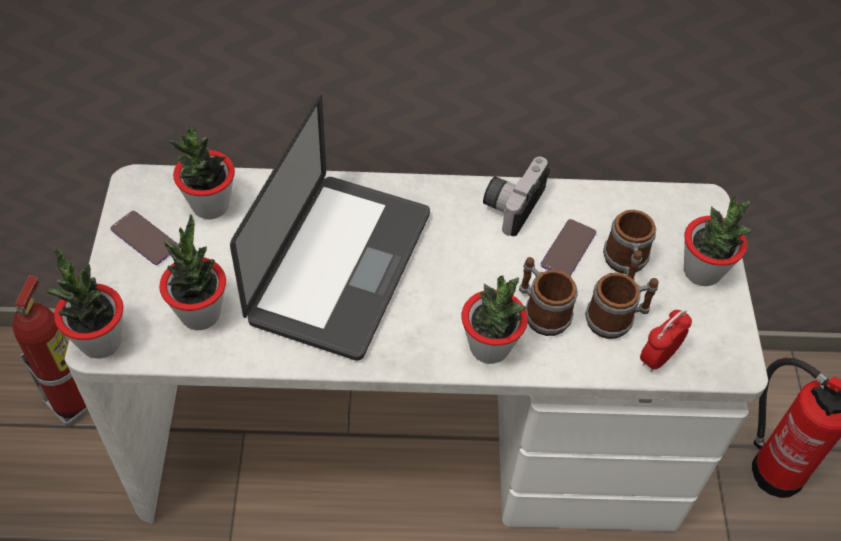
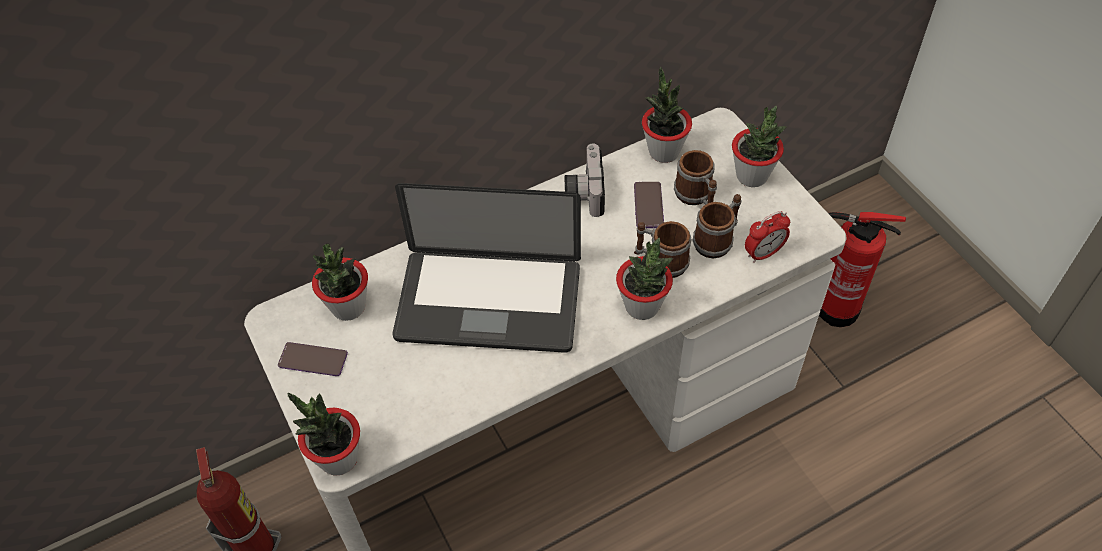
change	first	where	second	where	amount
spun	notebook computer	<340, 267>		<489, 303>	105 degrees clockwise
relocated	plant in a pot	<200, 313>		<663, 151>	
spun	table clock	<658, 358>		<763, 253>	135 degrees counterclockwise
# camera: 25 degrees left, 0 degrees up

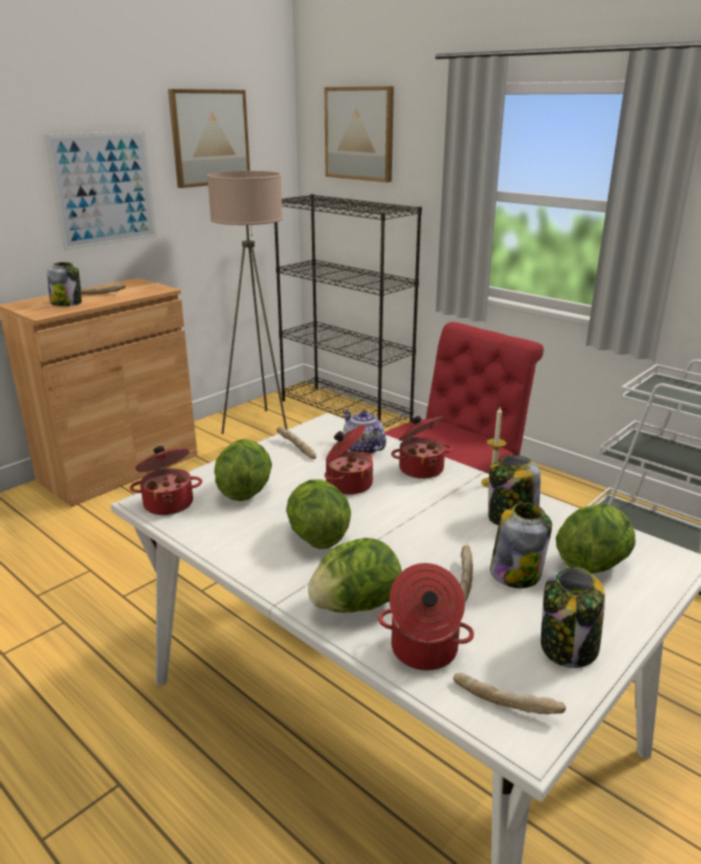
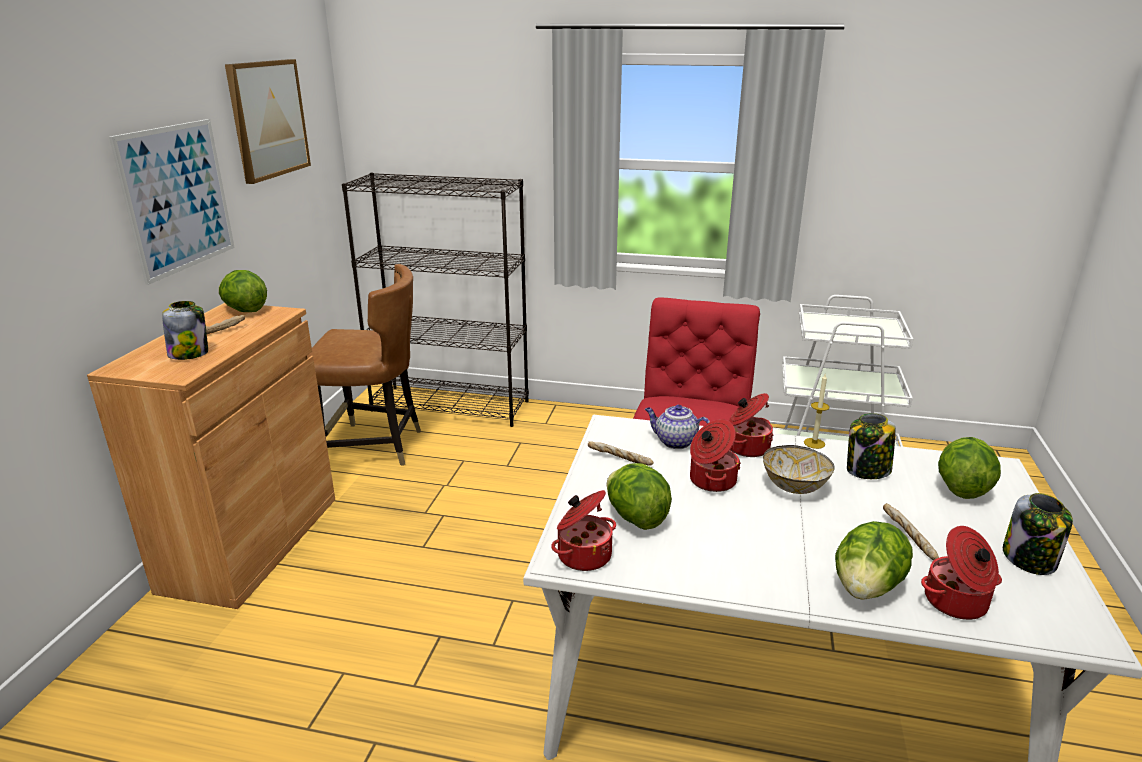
change	first	where	second	where	amount
relocated	lettuce head	<316, 537>		<245, 310>	
exchanged	beige standard lamp	<259, 426>	brown chair	<373, 446>	
appeared			bowl	<794, 486>	
missing	wall art	<359, 134>			
missing	baked bread	<506, 701>			
missing	storage jar	<516, 573>			
# camera: 30 degrees left, 0 degrees up

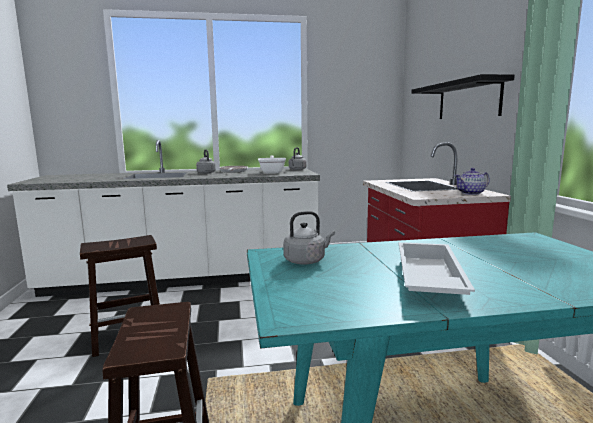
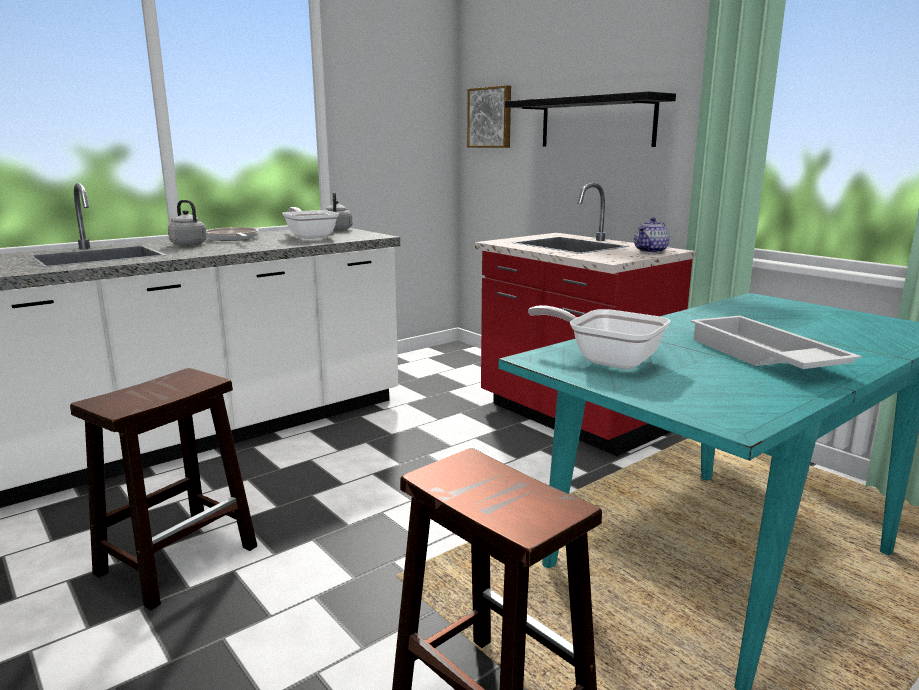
change	first	where	second	where	amount
appeared			wall art	<490, 117>	
exchanged	grey tea kettle	<306, 261>	pan	<607, 359>	
# camera: 30 degrees left, 5 degrees up

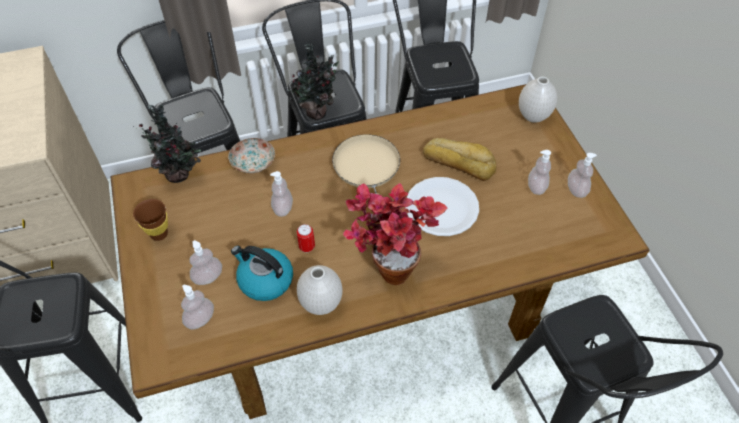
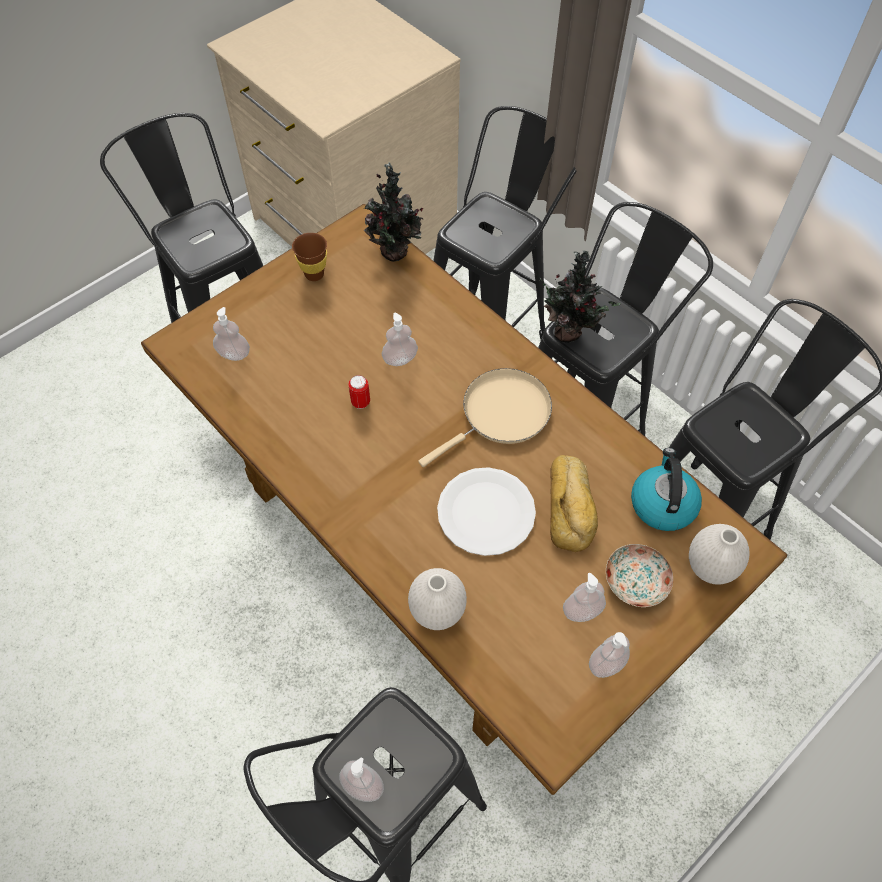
change	first	where	second	where	amount
relocated	soap dispenser	<208, 277>		<362, 785>	
relocated	white flower vase	<321, 304>		<436, 612>	
relocated	dinner plate	<253, 162>		<637, 581>	
relocated	tea kettle	<265, 280>		<662, 503>	
missing	plant in a pot	<387, 266>			
# camera: 65 degrees right, 5 degrees up

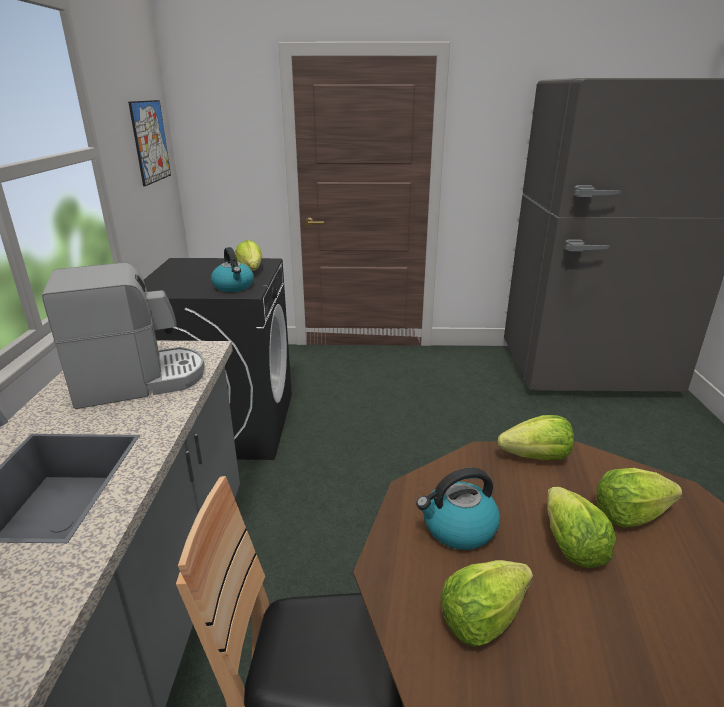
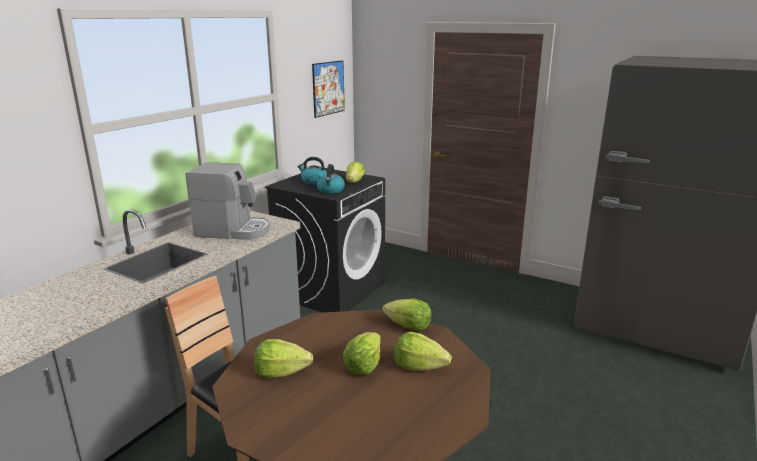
change	first	where	second	where	amount
relocated	tea kettle	<458, 528>		<314, 181>	
# camera: 30 degrees right, 5 degrees down

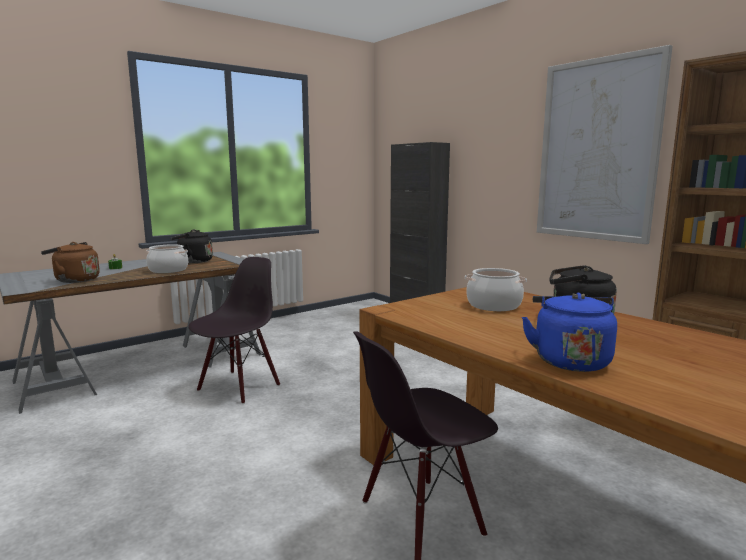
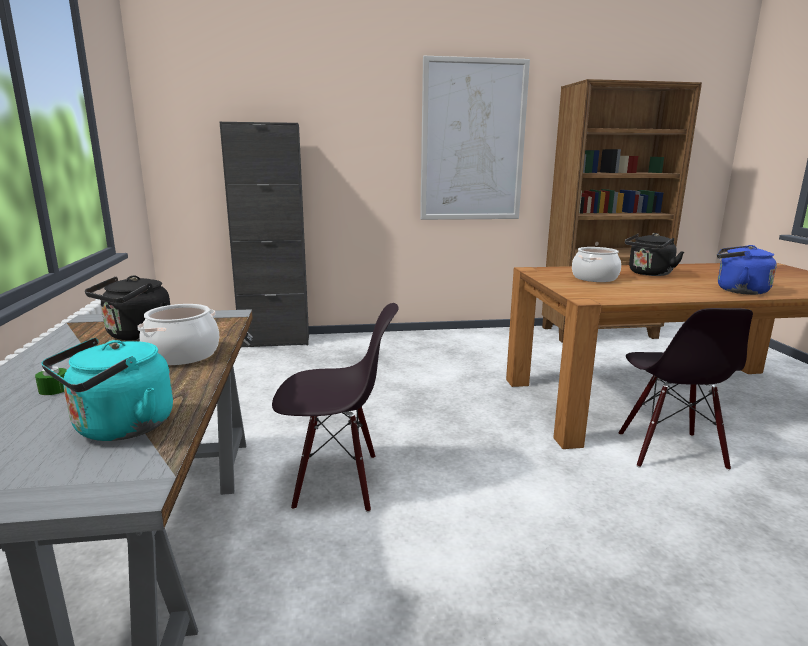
change	first	where	second	where	amount
colour	brown tea kettle	<74, 280>	turquoise tea kettle	<119, 428>	
spun	blackish chair	<238, 387>		<336, 482>	120 degrees clockwise
# camera: 60 degrees left, 5 degrees up

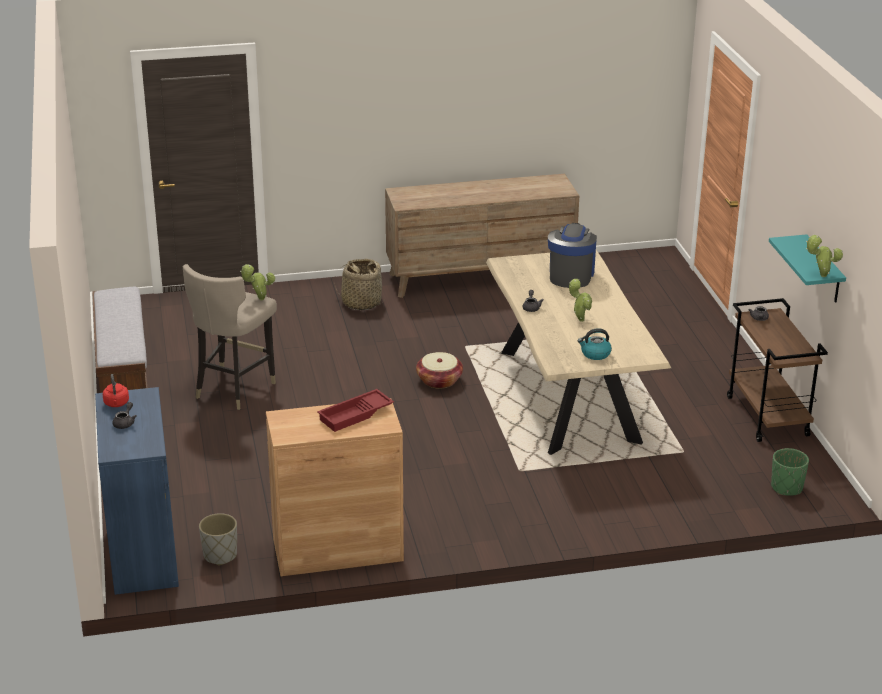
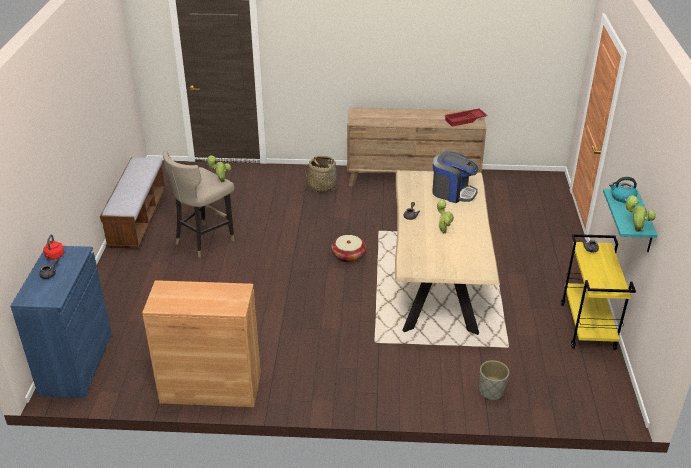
change	first	where	second	where	amount
spun	coffee brewer	<570, 275>		<452, 192>	90 degrees clockwise
relocated	reddish serving tray	<355, 415>		<465, 120>	
relocated	grey plant pot	<220, 555>		<491, 391>	
colour	brown wheeled cart	<768, 417>	yellow-coloured wheeled cart	<588, 326>	
relocated	tea kettle	<595, 354>		<622, 197>	
missing	green plant pot	<786, 487>			
# camera: 15 degrees right, 5 degrees up

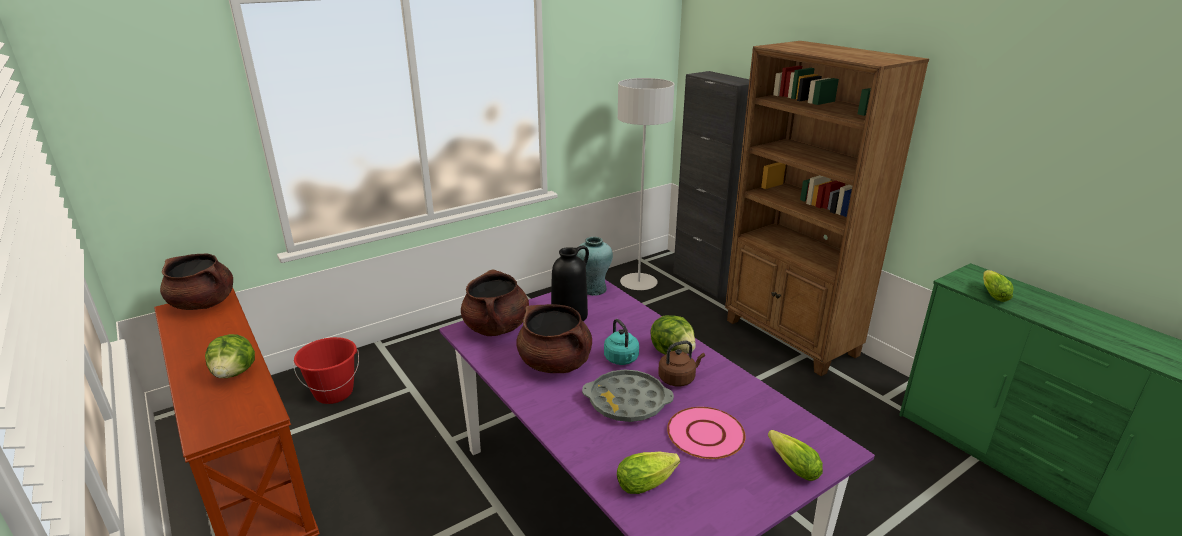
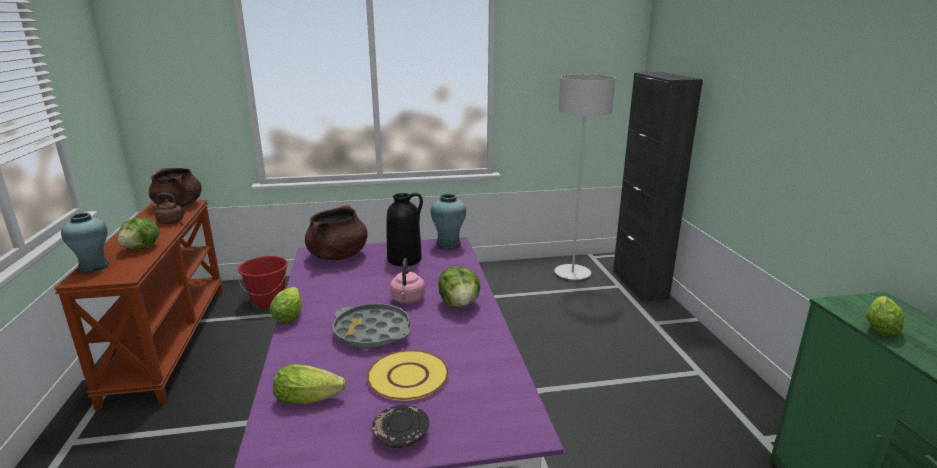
change	first	where	second	where	amount
appeared			turquoise flower vase	<94, 267>	
relocated	brown tea kettle	<678, 379>		<172, 222>	
relocated	lettuce head	<790, 464>		<290, 314>	
colour	pink-coloured dinner plate	<705, 434>	yellow-coloured dinner plate	<407, 377>	
appeared			blackish dinner plate	<401, 434>	
colour	turquoise tea kettle	<622, 360>	pink-coloured tea kettle	<407, 300>	
missing	brown saucepot	<555, 363>			
missing	brown shelving unit	<790, 338>			
# camera: 25 degrees right, 5 degrees down

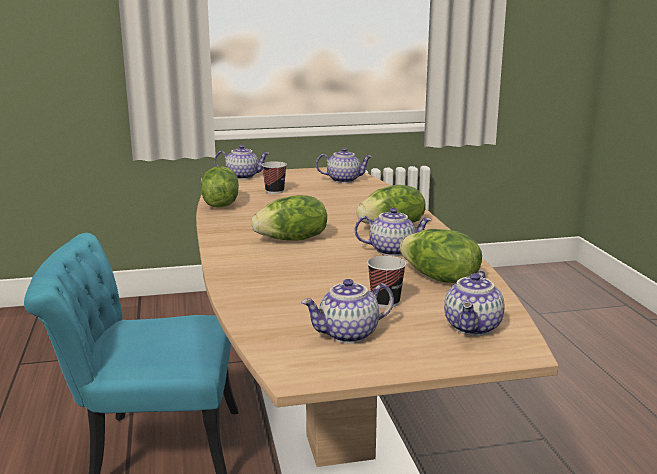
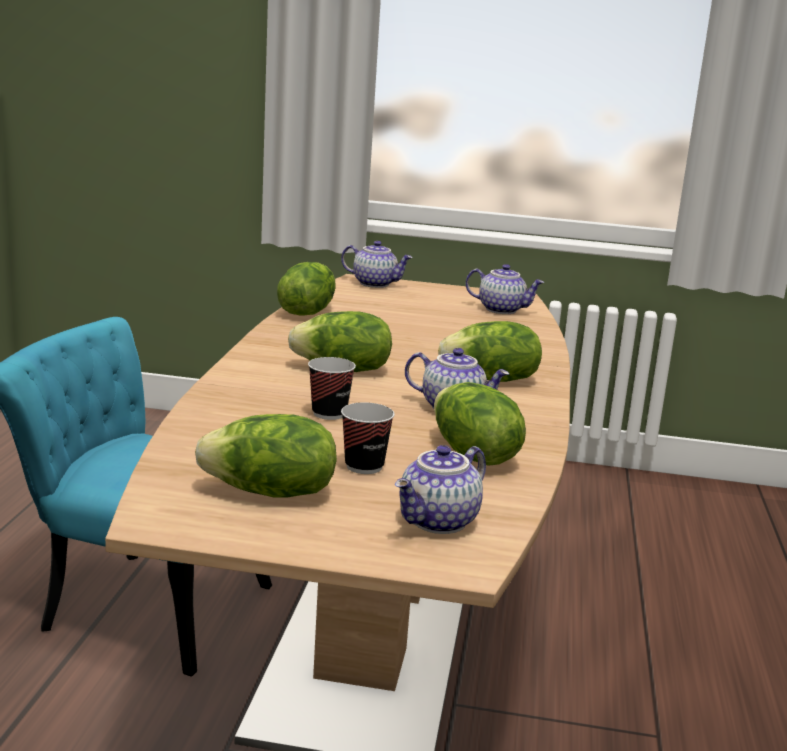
change	first	where	second	where	amount
exchanged	pot for tea	<348, 335>	lettuce head	<270, 493>	
relocated	small cup	<274, 191>		<329, 413>	
# camera: 20 degrees right, 0 degrees up

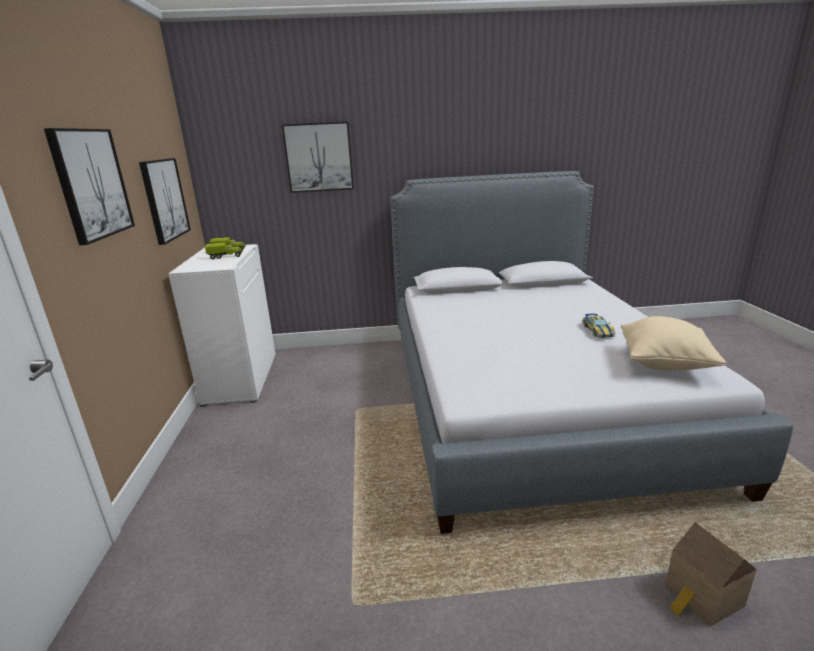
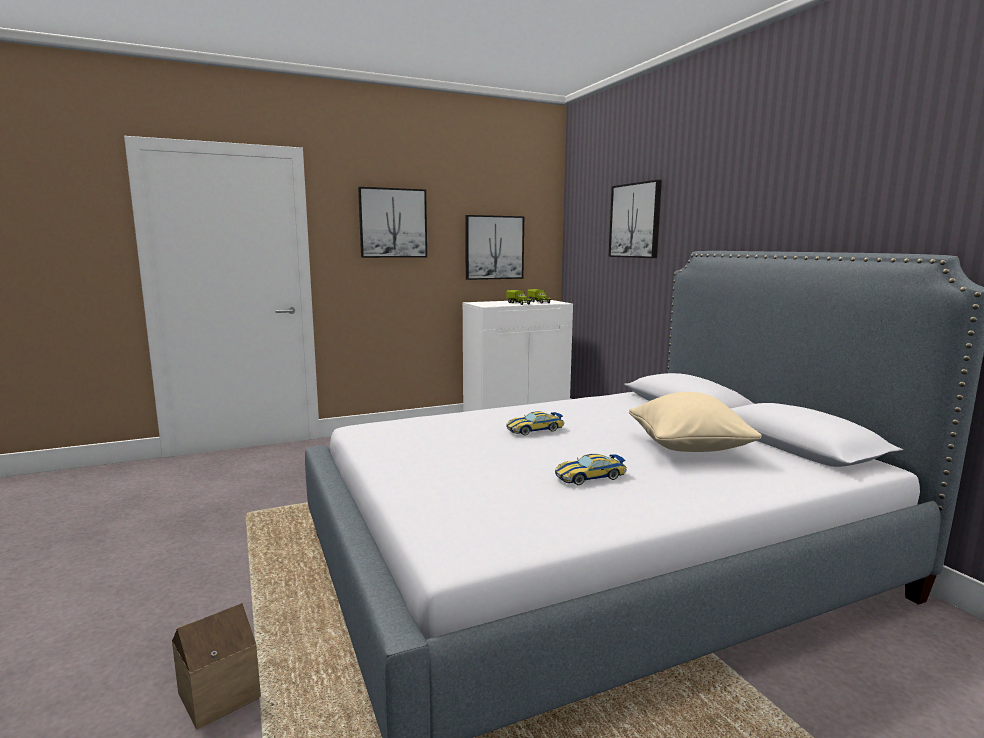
change	first	where	second	where	amount
appeared			miniature car	<535, 429>	
relocated	beige cushion	<664, 364>		<688, 449>	
# camera: 70 degrees right, 10 degrees down

